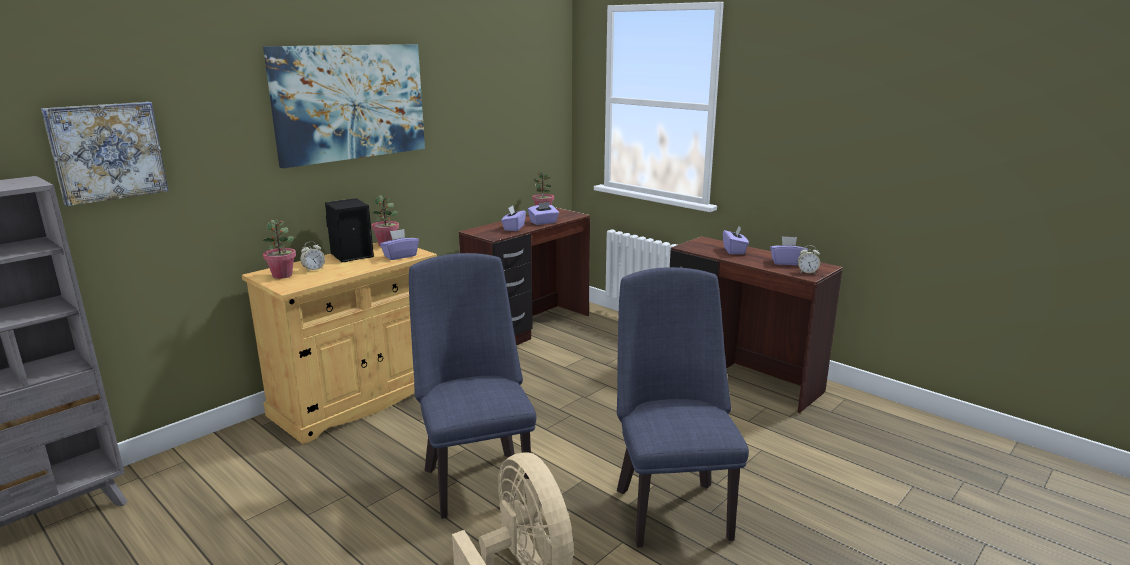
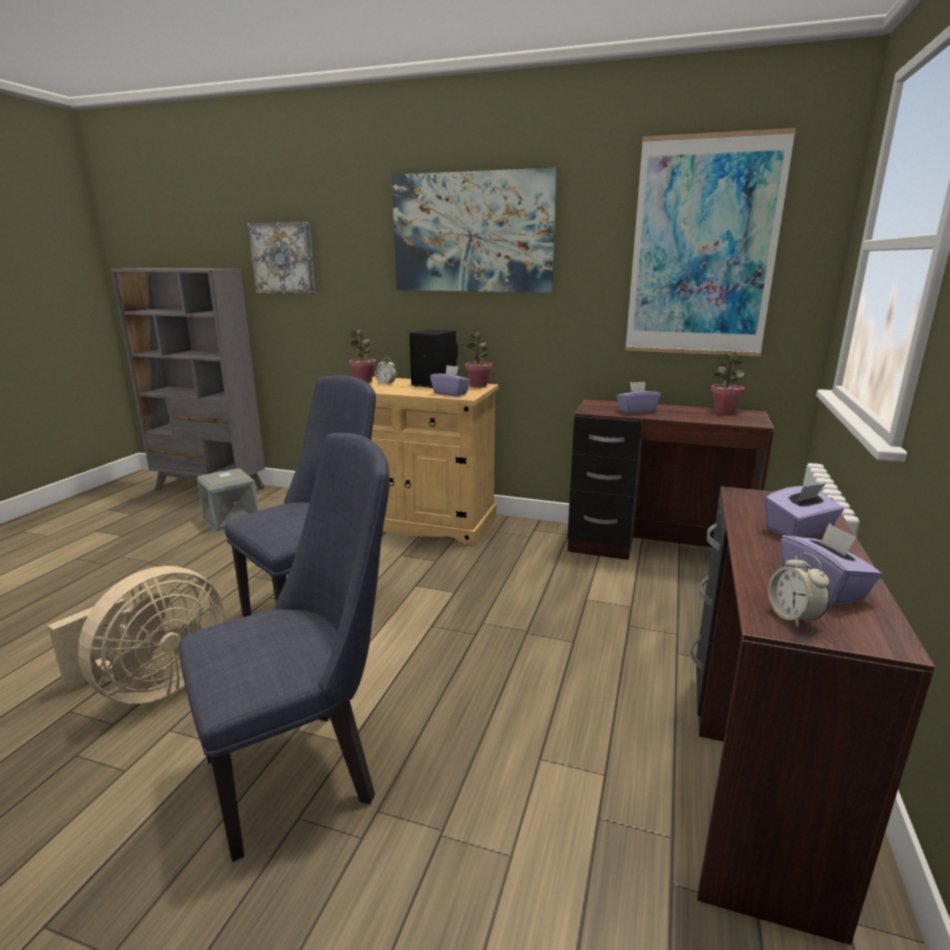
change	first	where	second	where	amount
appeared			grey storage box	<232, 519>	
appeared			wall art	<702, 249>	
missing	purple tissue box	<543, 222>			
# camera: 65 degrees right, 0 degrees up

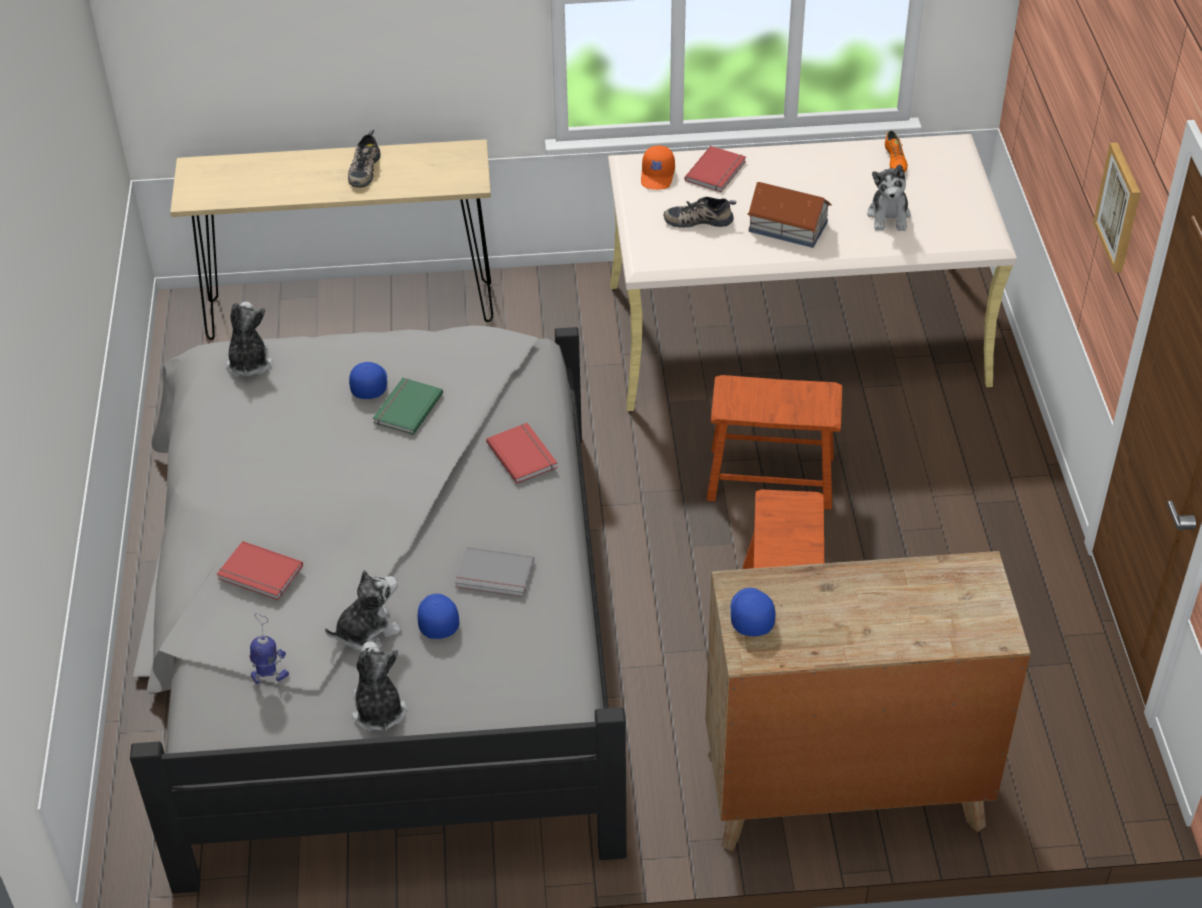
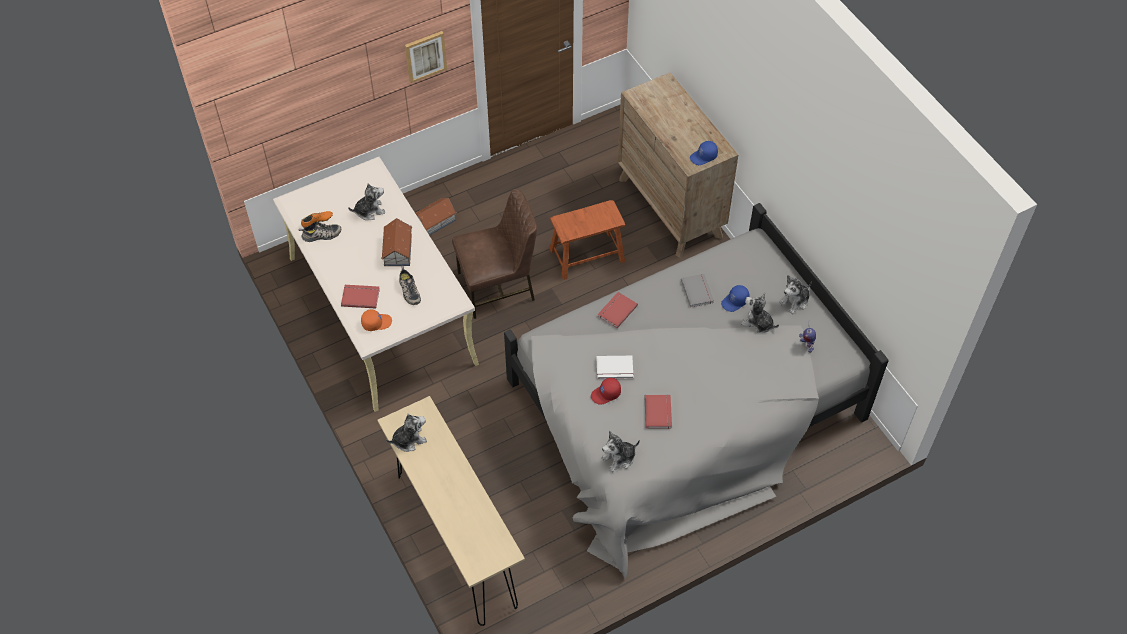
change	first	where	second	where	amount
relocated	item of footwear	<363, 169>		<321, 235>	
appeared			plush toy	<409, 439>	
appeared			miniature house	<434, 221>	
exchanged	brown stool	<771, 477>	brown chair	<498, 287>	
colour	blue peaked cap	<368, 384>	reddish peaked cap	<606, 394>	
colour	green book	<406, 408>	white book	<615, 369>	
relocated	reddish book	<259, 574>		<659, 412>	
# camera: 115 degrees left, 10 degrees up

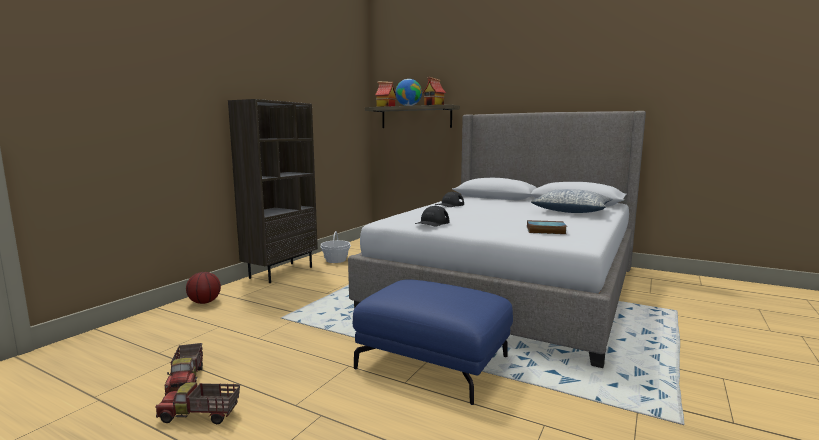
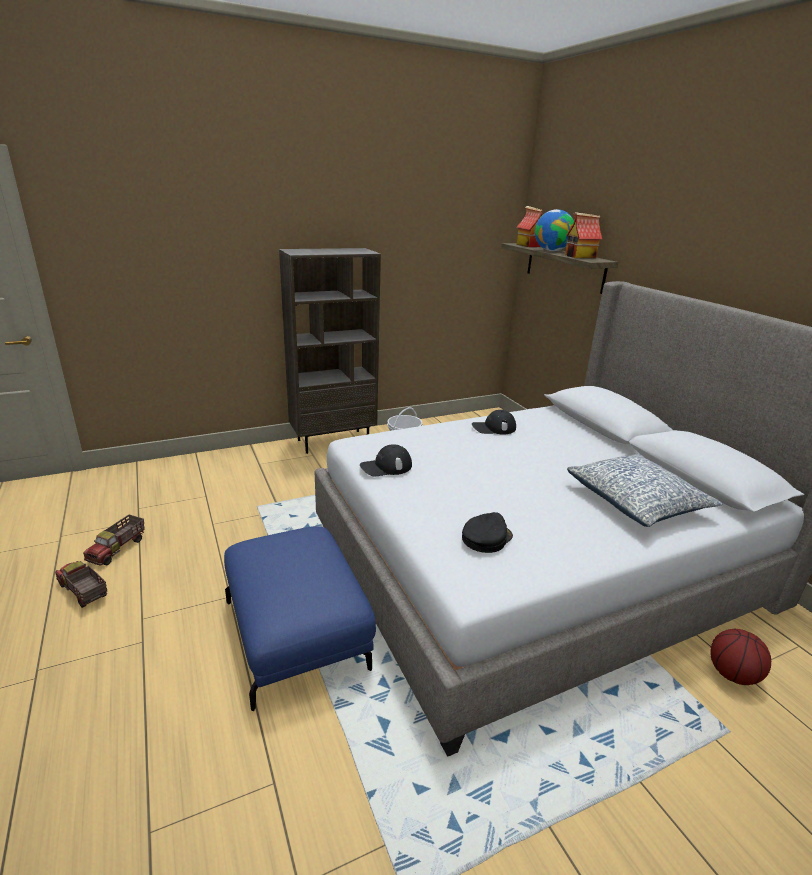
change	first	where	second	where	amount
exchanged	book	<545, 230>	blackish peaked cap	<486, 537>	
relocated	basketball	<204, 302>		<731, 674>	
# camera: 35 degrees right, 15 degrees up

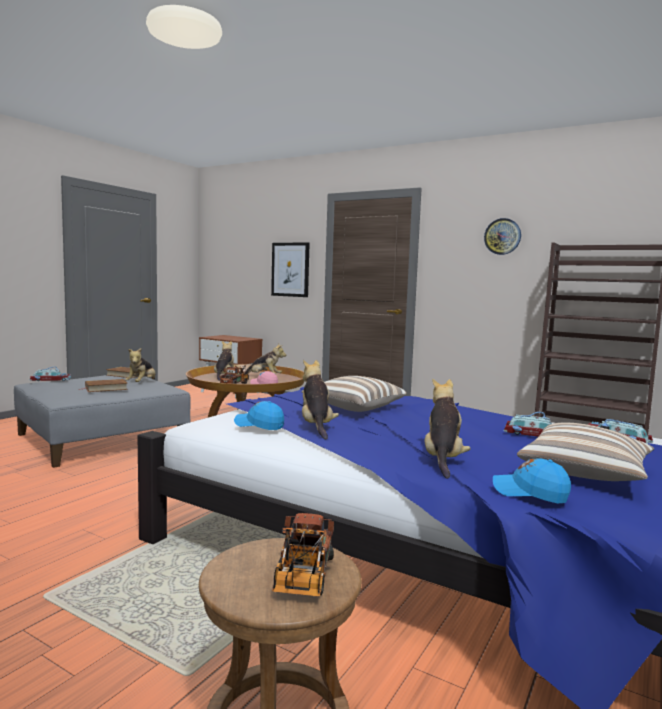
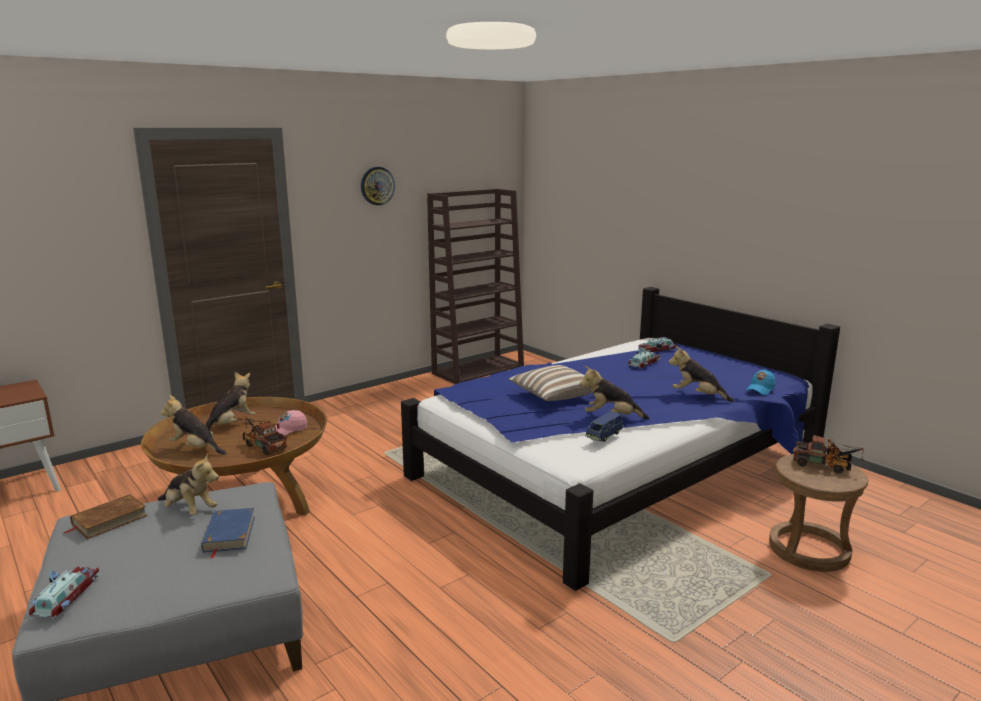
change	first	where	second	where	amount
colour	brown book	<106, 388>	blue book	<229, 534>	
exchanged	blue peaked cap	<259, 425>	blue miniature car	<604, 435>	
missing	wall art	<290, 269>			
missing	cushion	<585, 473>			
# camera: 70 degrees left, 10 degrees up

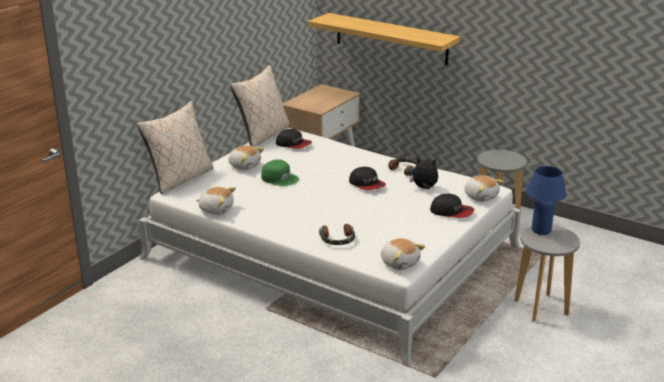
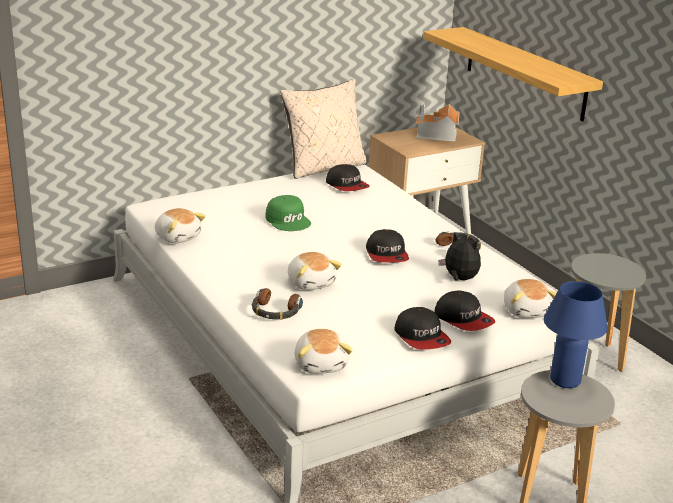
change	first	where	second	where	amount
relocated	plush toy	<245, 165>		<311, 282>	
appeared			peaked cap	<422, 337>	
appeared			miniature house	<437, 135>	
missing	beige cushion	<180, 179>			
# camera: 25 degrees right, 0 degrees up

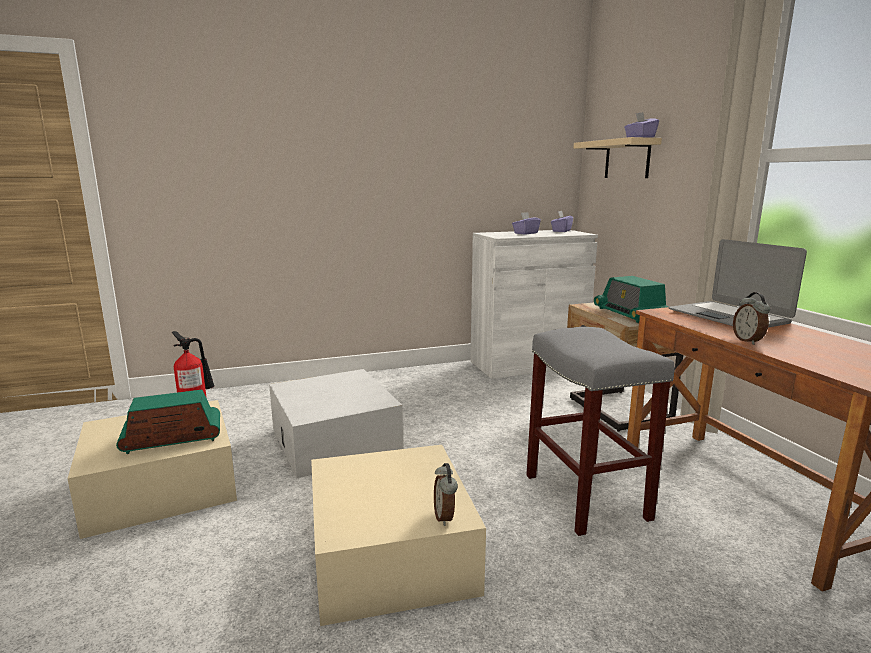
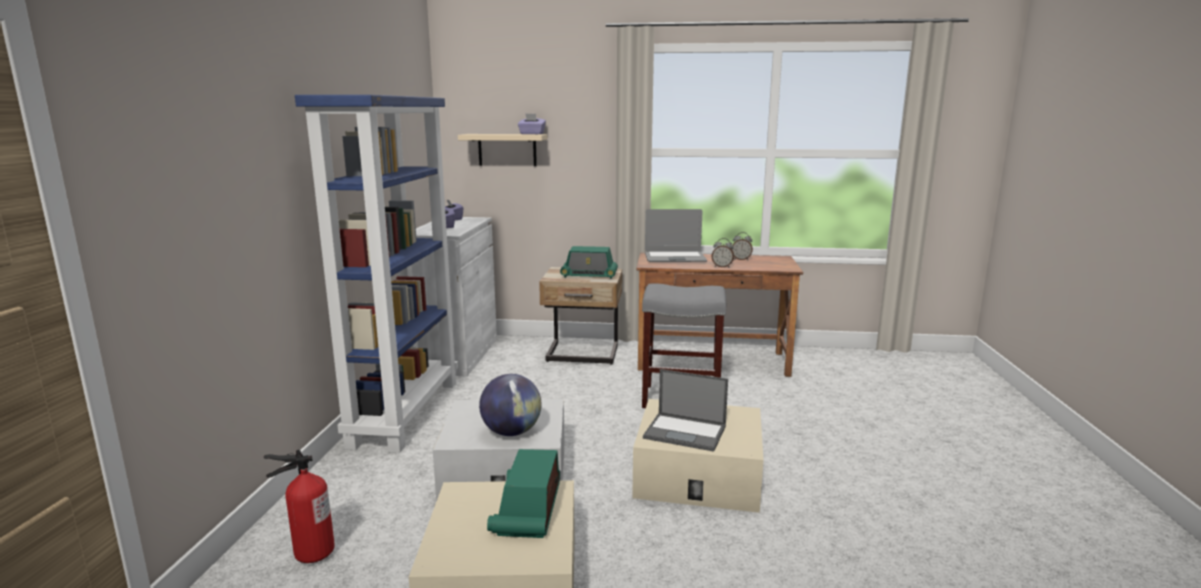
change	first	where	second	where	amount
appeared			blue shelving unit	<405, 412>	
appeared			desk globe	<511, 432>	
appeared			notebook computer	<686, 432>	
relocated	table clock	<445, 517>		<741, 259>	
# camera: 65 degrees left, 0 degrees up

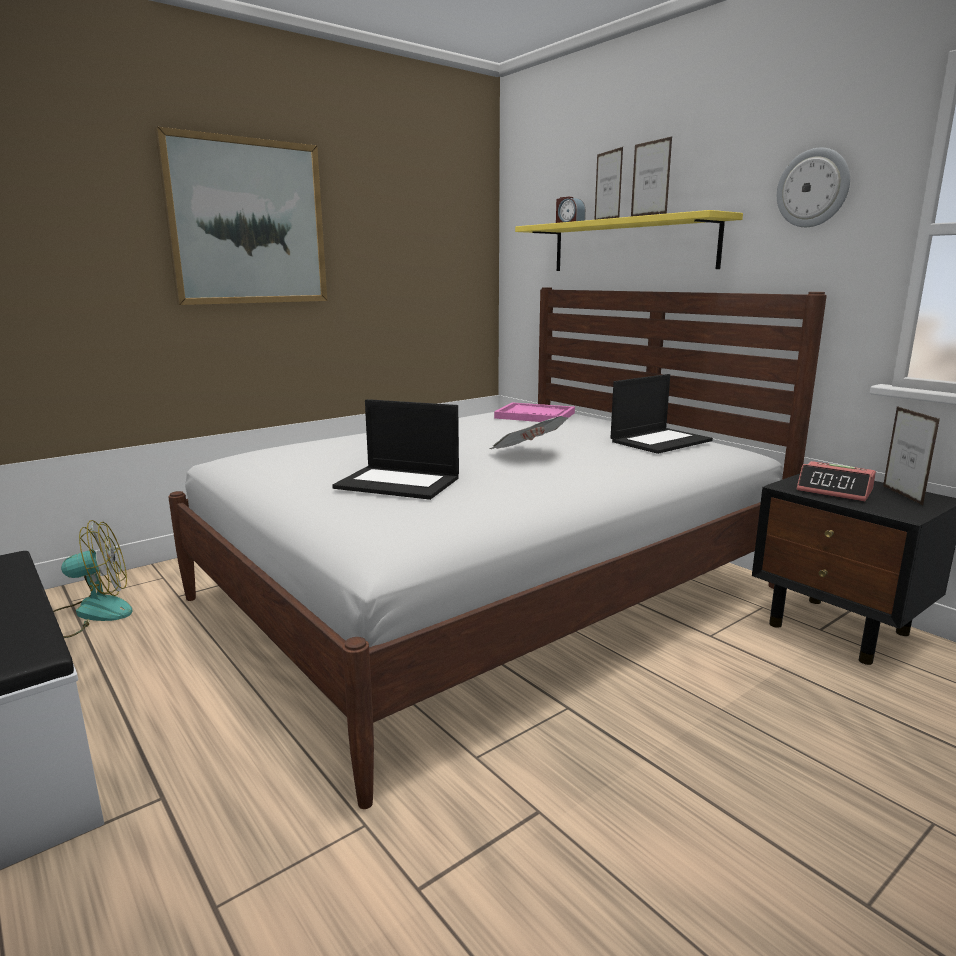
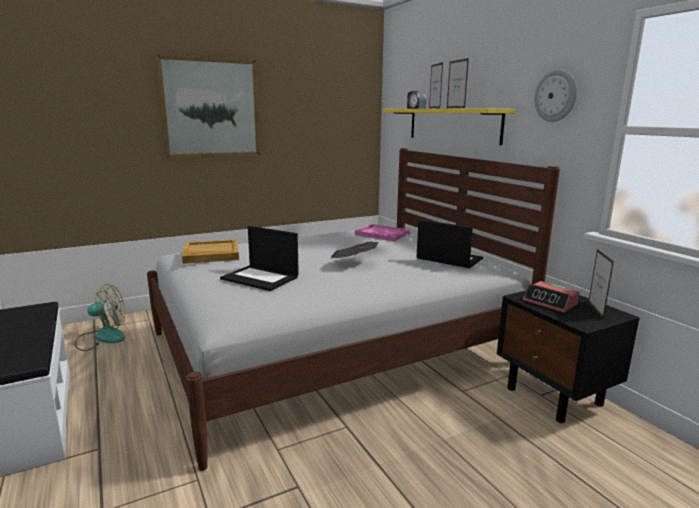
change	first	where	second	where	amount
appeared			beige serving tray	<210, 254>	
spun	notebook computer	<660, 441>		<448, 259>	120 degrees counterclockwise
# camera: 10 degrees right, 0 degrees up

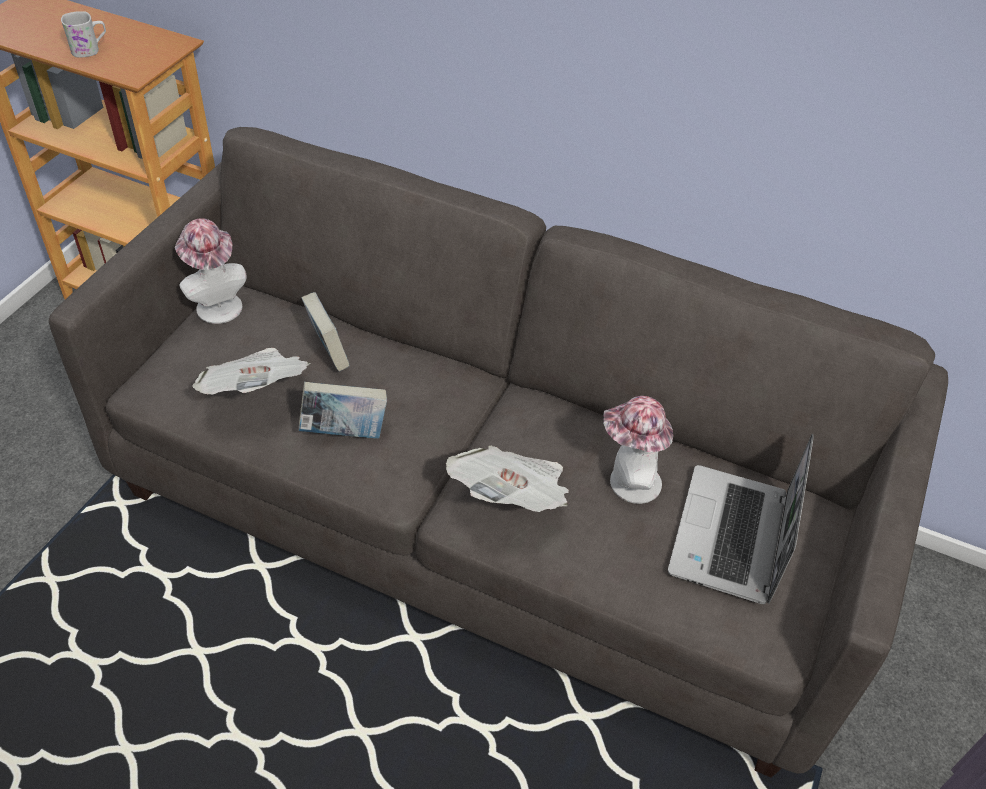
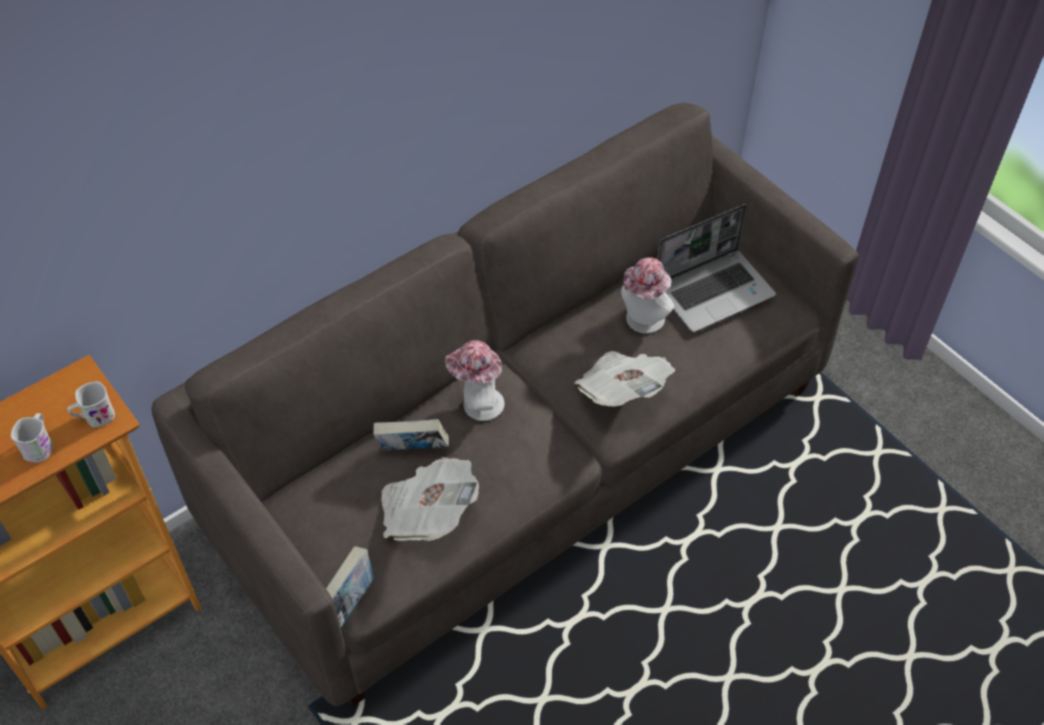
change	first	where	second	where	amount
appeared			white mug	<94, 417>	
relocated	book	<344, 432>		<350, 601>	
relocated	hat	<216, 304>		<477, 404>	
spun	notebook computer	<731, 537>		<714, 291>	75 degrees counterclockwise
# camera: 60 degrees left, 5 degrees up

